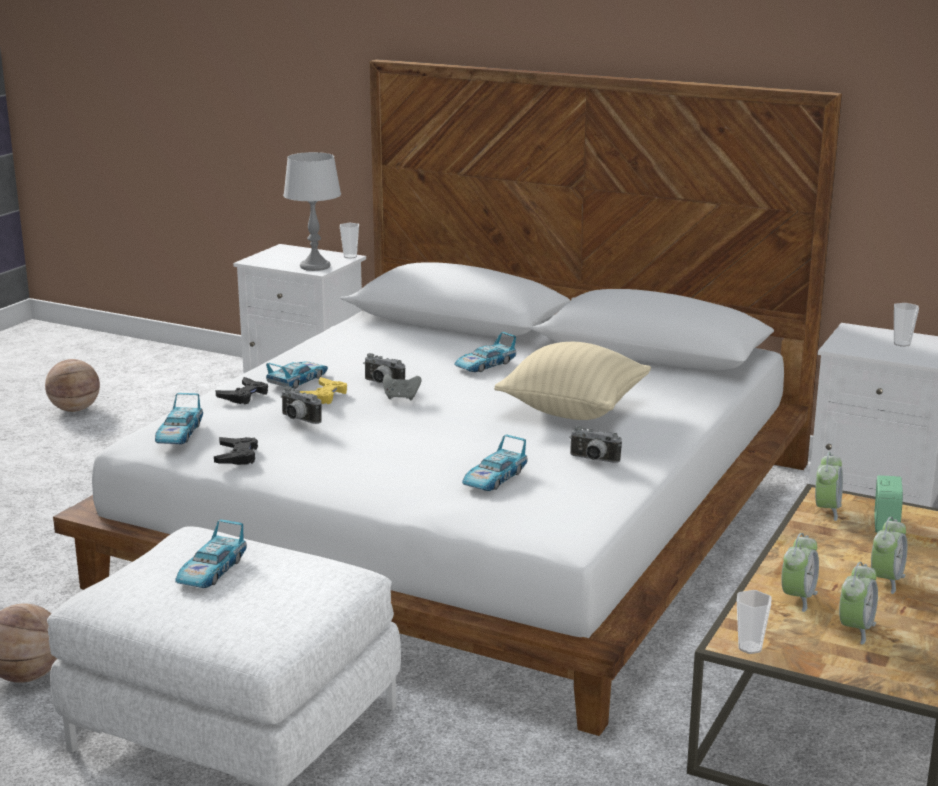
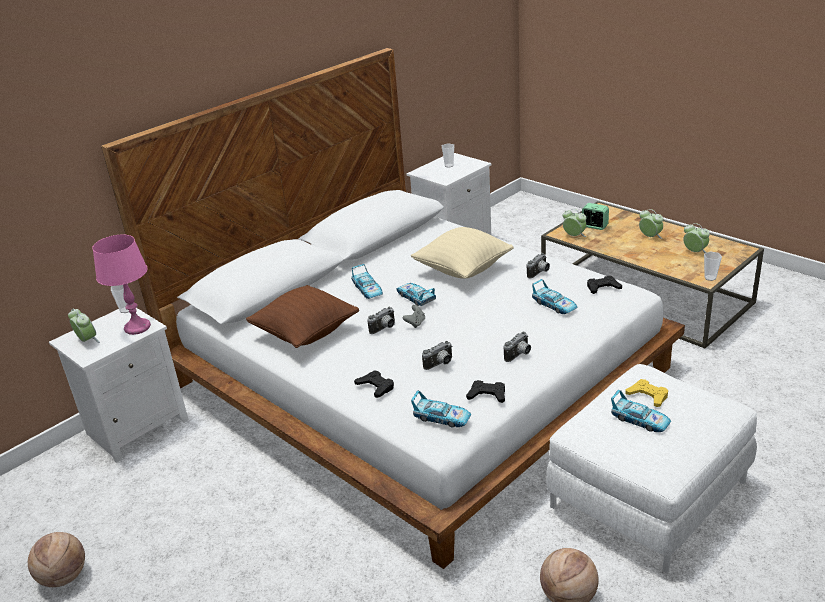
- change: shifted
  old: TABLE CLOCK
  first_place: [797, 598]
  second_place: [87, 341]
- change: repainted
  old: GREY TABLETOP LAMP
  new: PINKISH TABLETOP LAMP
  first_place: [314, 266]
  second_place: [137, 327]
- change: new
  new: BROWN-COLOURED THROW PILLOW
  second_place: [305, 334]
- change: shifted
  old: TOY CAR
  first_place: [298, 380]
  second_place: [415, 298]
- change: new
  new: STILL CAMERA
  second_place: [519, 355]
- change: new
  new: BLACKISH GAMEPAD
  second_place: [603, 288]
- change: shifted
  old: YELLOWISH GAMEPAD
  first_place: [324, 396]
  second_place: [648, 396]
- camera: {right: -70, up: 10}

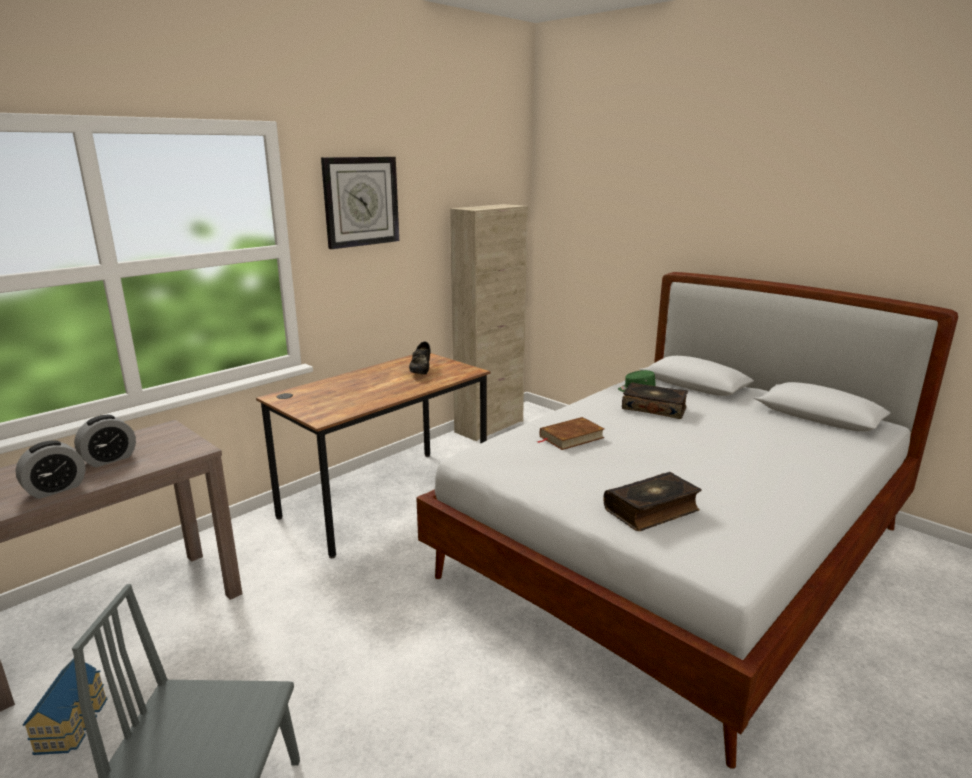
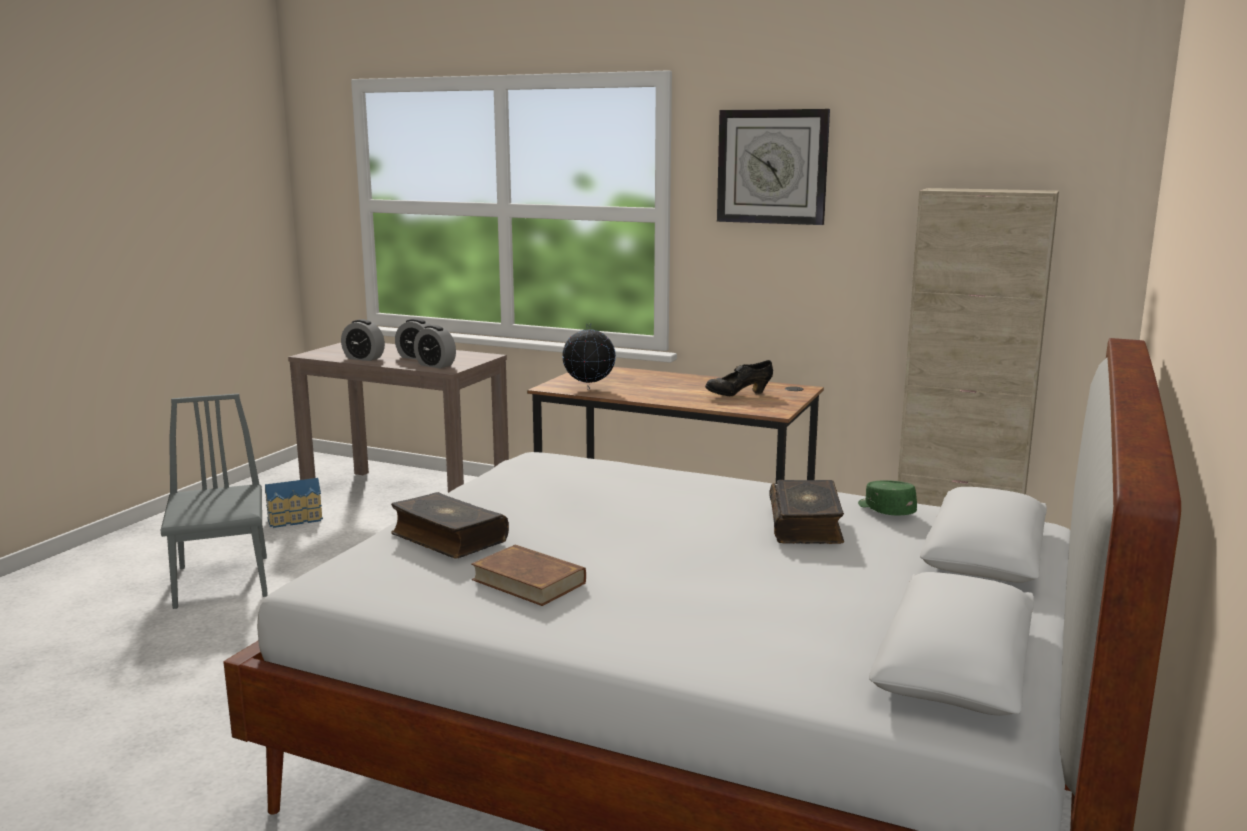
- change: new
  new: TABLE CLOCK
  second_place: [435, 365]
- change: shifted
  old: BROWN-COLOURED BOUND BOOK
  first_place: [571, 437]
  second_place: [528, 581]
- change: new
  new: DESK GLOBE
  second_place: [589, 389]
- camera: {right: 70, up: -5}

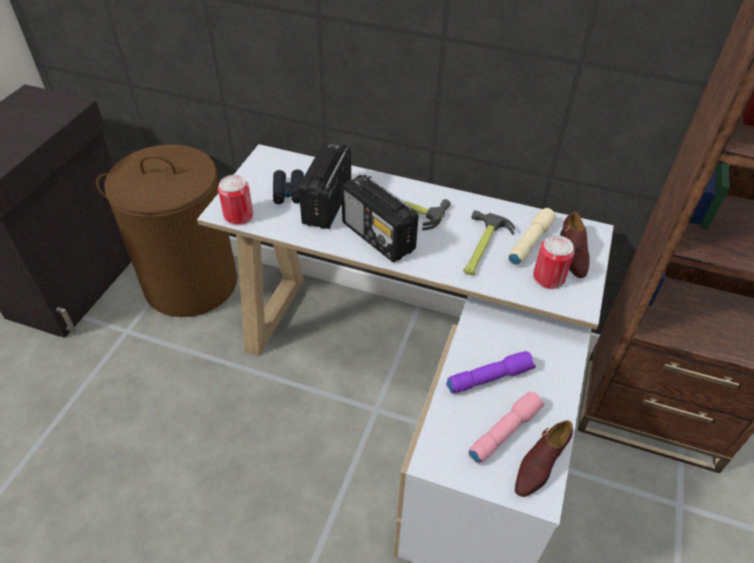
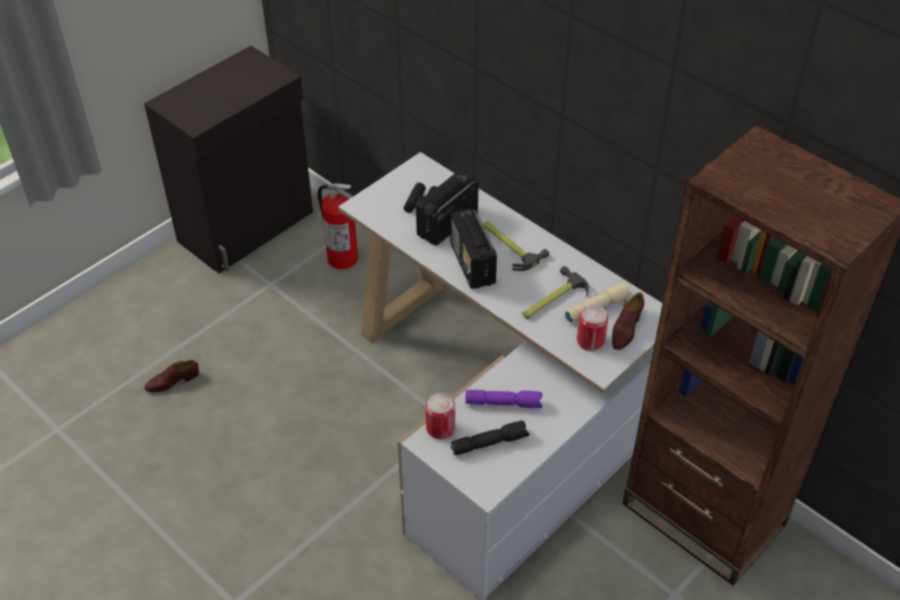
- change: shifted
  old: BROWN-COLOURED LOW SHOE
  first_place: [539, 464]
  second_place: [172, 381]
- change: swapped
  old: BROWN-COLOURED HAMPER
  new: FIRE-FIGHTING CYLINDER
  first_place: [191, 283]
  second_place: [342, 258]
- change: shifted
  old: CAN
  first_place: [238, 216]
  second_place: [440, 428]
- change: repainted
  old: PINKISH HAND TORCH
  new: BLACKISH HAND TORCH
  first_place: [504, 430]
  second_place: [489, 442]
- camera: {right: 25, up: 0}

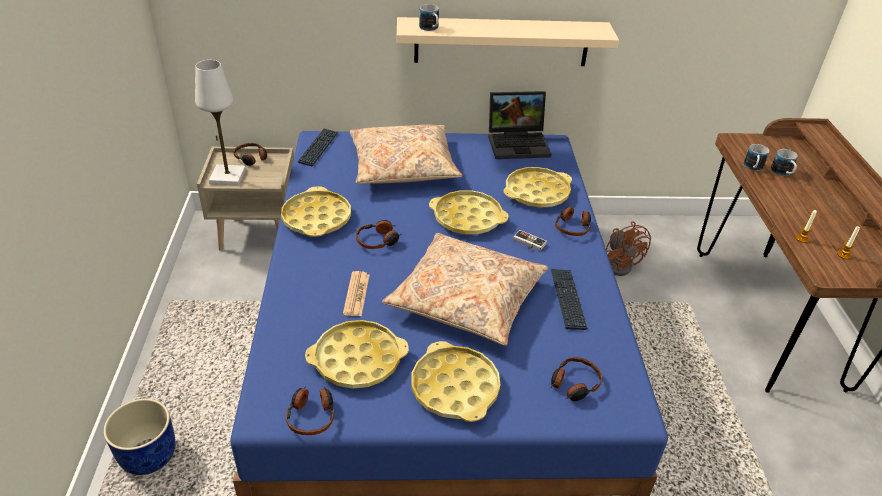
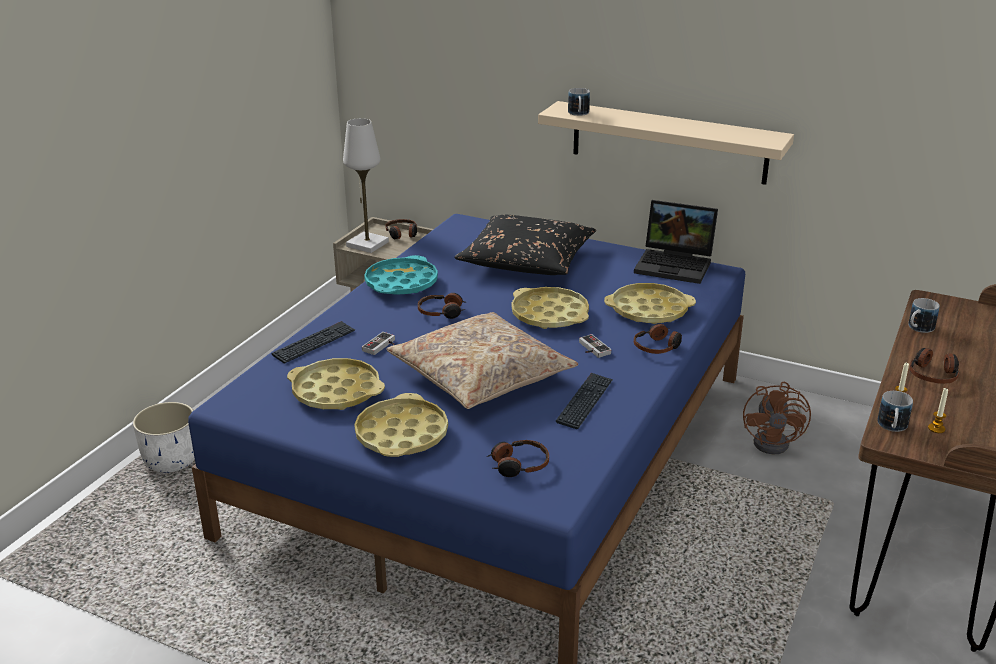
- change: repainted
  old: BLUISH FLOWER POT
  new: WHITISH FLOWER POT
  first_place: [149, 454]
  second_place: [172, 460]
- change: shifted
  old: KEYBOARD
  first_place: [319, 148]
  second_place: [314, 343]
- change: swapped
  old: NEWSPAPER
  new: GAMEPAD
  first_place: [356, 294]
  second_place: [381, 346]
- change: repainted
  old: YELLOWISH SERVING TRAY
  new: TURQUOISE SERVING TRAY
  first_place: [316, 218]
  second_place: [401, 283]
- change: repainted
  old: SAND-COLOURED THROW PILLOW
  new: BLACKISH THROW PILLOW
  first_place: [403, 166]
  second_place: [527, 260]
- change: shifted
  old: MUG
  first_place: [782, 173]
  second_place: [892, 427]
- change: shifted
  old: HEADSET
  first_place: [312, 415]
  second_place: [933, 374]
- camera: {right: 30, up: -10}

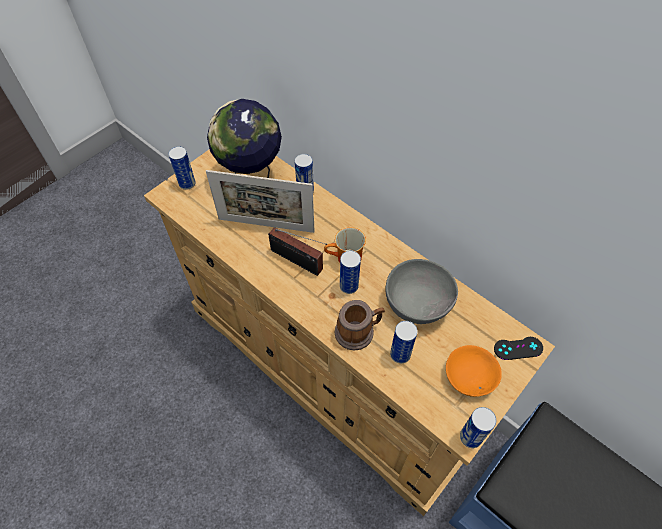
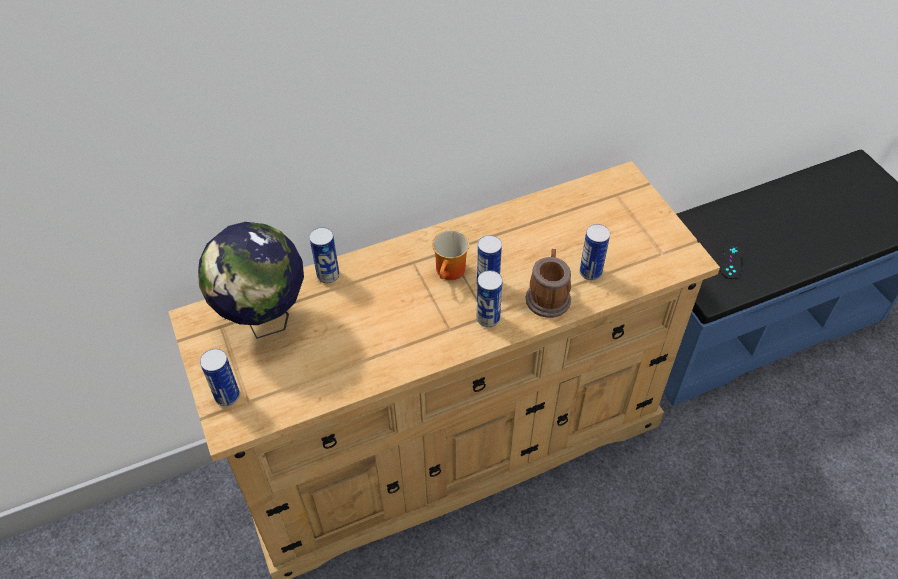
- change: shifted
  old: CAN
  first_place: [470, 437]
  second_place: [488, 318]
- change: shifted
  old: BLACKISH GAMEPAD
  first_place: [518, 348]
  second_place: [731, 261]
- change: gone
  old: PICTURE FRAME
  first_place: [266, 225]
- change: gone
  old: RADIO SET
  first_place: [299, 262]
- change: gone
  old: GREY BOWL
  first_place: [418, 305]
- change: gone
  old: ORANGE-COLOURED BOWL
  first_place: [470, 375]
- camera: {right: -65, up: -5}

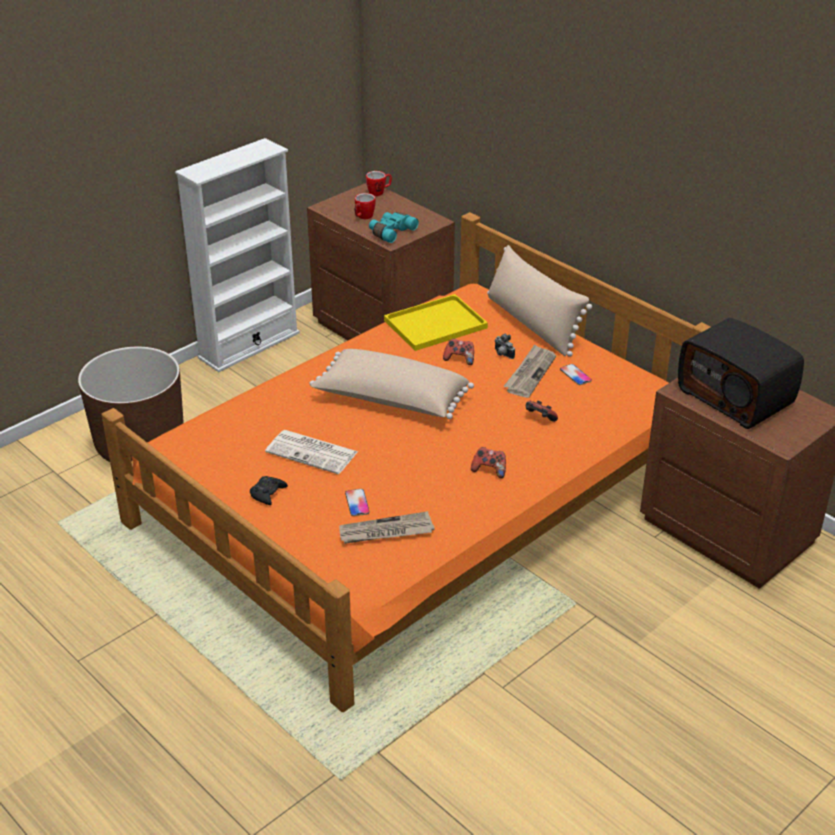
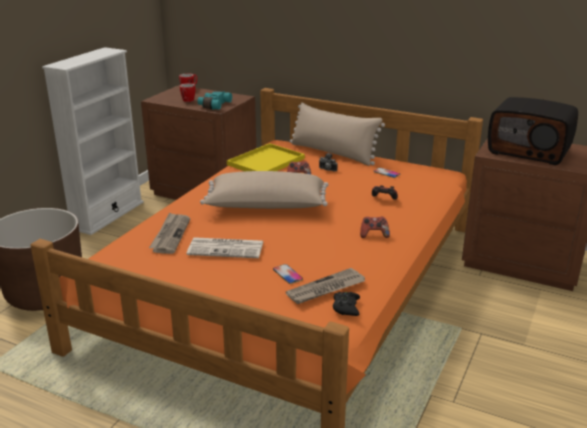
- change: shifted
  old: NEWSPAPER
  first_place: [530, 373]
  second_place: [170, 235]
- change: shifted
  old: BLACKISH GAMEPAD
  first_place: [267, 493]
  second_place: [346, 307]
- camera: {right: -20, up: -10}

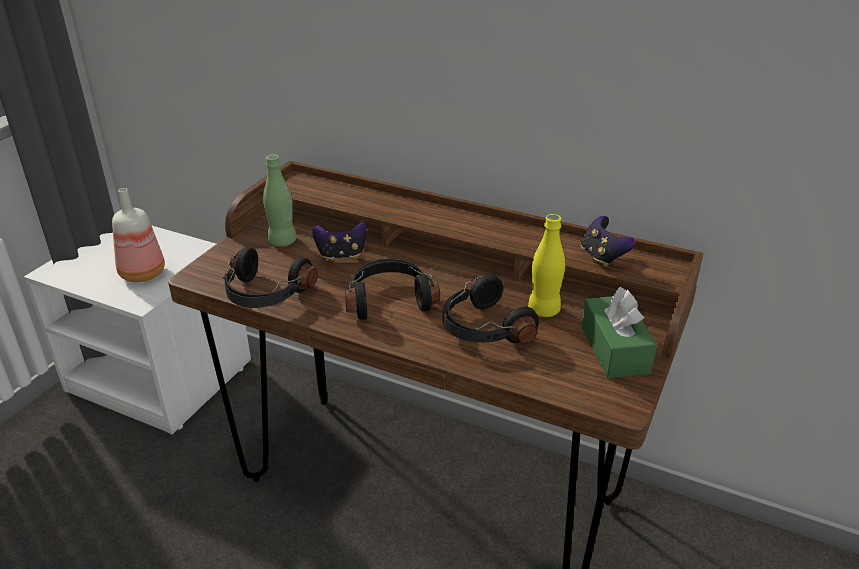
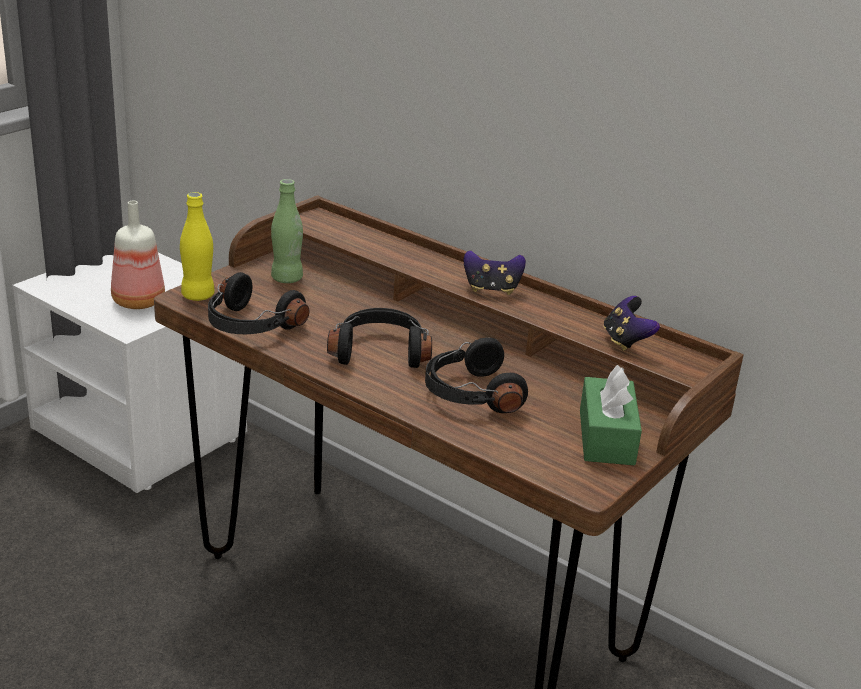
- change: shifted
  old: YELLOWISH BOTTLE
  first_place: [544, 310]
  second_place: [198, 295]
- change: shifted
  old: GAMEPAD
  first_place: [341, 255]
  second_place: [492, 289]
- camera: {right: 10, up: -5}

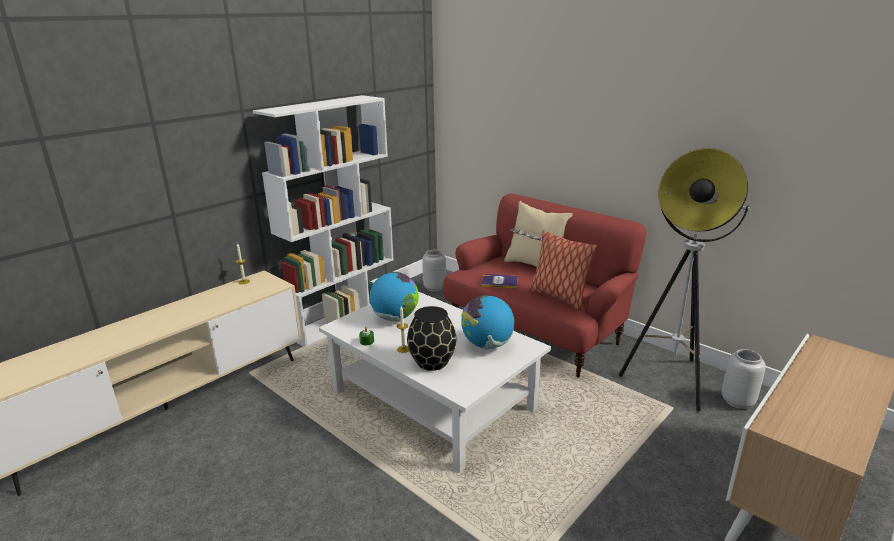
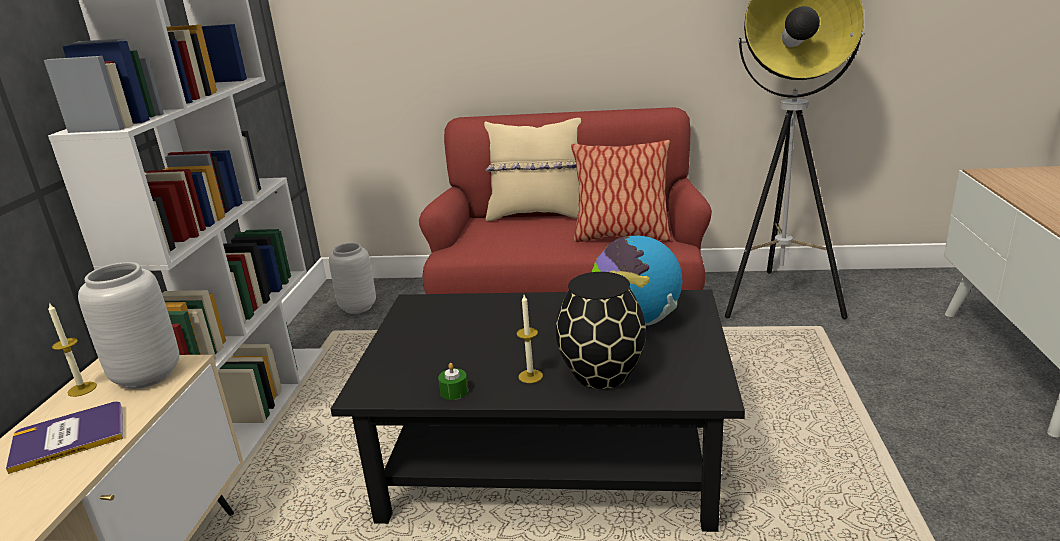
- change: shifted
  old: BOUND BOOK
  first_place: [500, 282]
  second_place: [69, 437]
- change: shifted
  old: GREY FLOWER VASE
  first_place: [738, 401]
  second_place: [148, 374]
- change: repainted
  old: WHITISH LOW TABLE
  new: BLACKISH LOW TABLE
  first_place: [433, 399]
  second_place: [550, 454]
- change: gone
  old: DESK GLOBE
  first_place: [395, 318]
- camera: {right: -35, up: 0}

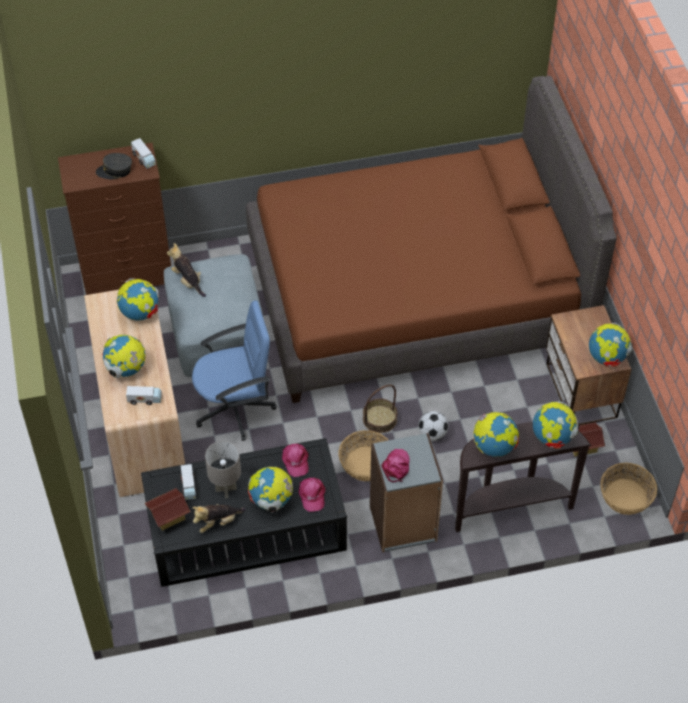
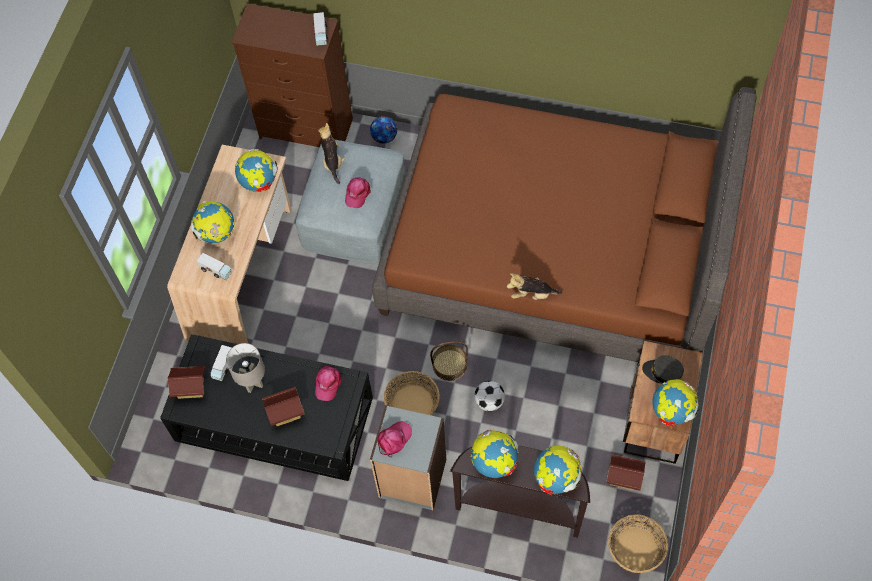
- change: swapped
  old: DESK GLOBE
  new: MODEL HOUSE
  first_place: [271, 500]
  second_place: [285, 413]
- change: shifted
  old: PINKISH BASEBALL CAP
  first_place: [312, 495]
  second_place: [357, 193]
- change: new
  new: FOOTBALL
  second_place: [384, 137]
- change: shifted
  old: PLUSH TOY
  first_place: [218, 522]
  second_place: [532, 294]
- change: shifted
  old: GREY BASEBALL CAP
  first_place: [115, 171]
  second_place: [662, 372]
- change: gone
  old: BLUISH DESK CHAIR
  first_place: [235, 407]
- camera: {right: 30, up: 10}

